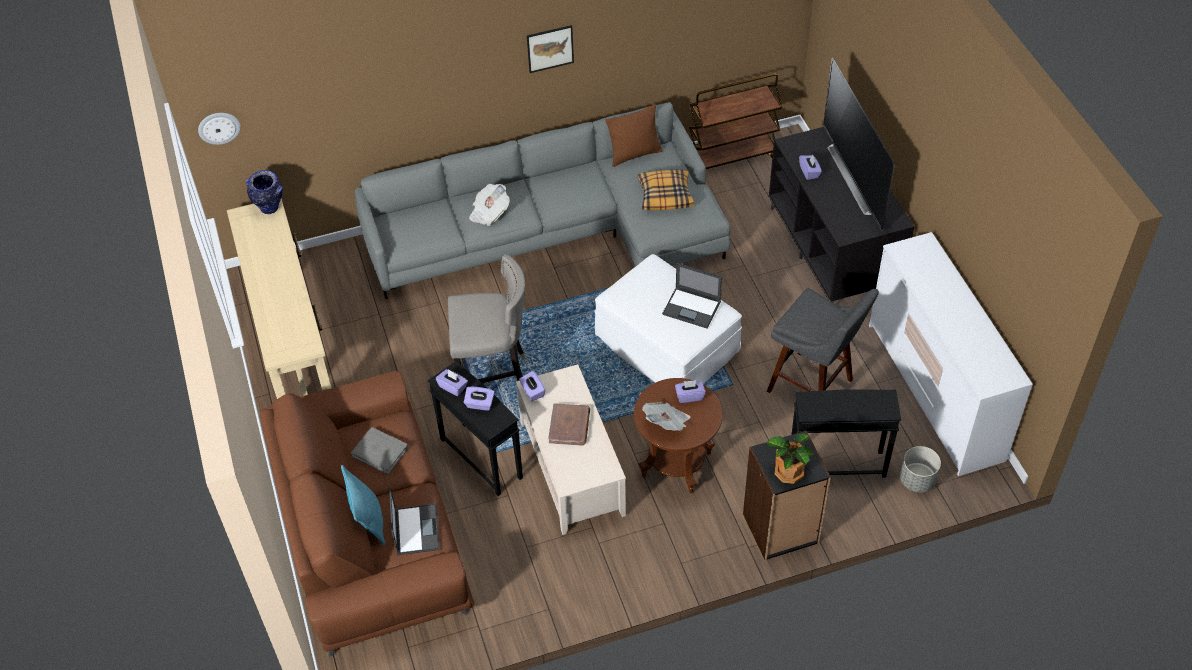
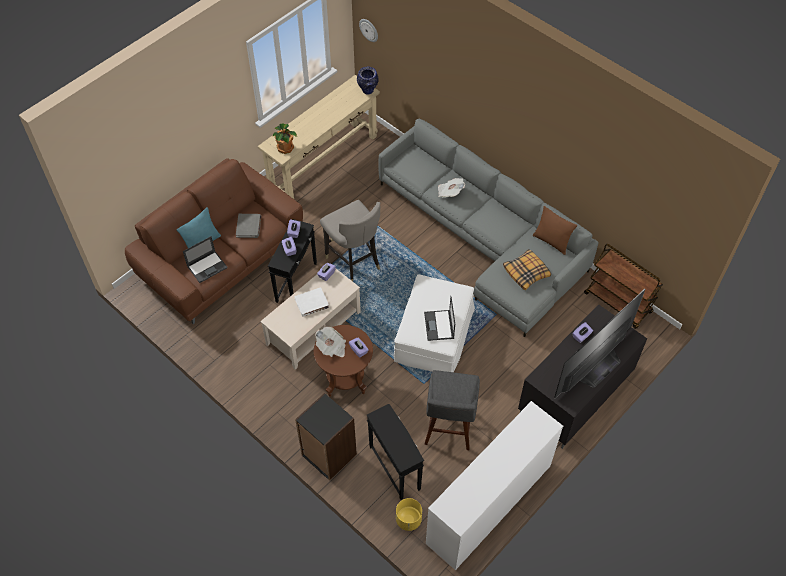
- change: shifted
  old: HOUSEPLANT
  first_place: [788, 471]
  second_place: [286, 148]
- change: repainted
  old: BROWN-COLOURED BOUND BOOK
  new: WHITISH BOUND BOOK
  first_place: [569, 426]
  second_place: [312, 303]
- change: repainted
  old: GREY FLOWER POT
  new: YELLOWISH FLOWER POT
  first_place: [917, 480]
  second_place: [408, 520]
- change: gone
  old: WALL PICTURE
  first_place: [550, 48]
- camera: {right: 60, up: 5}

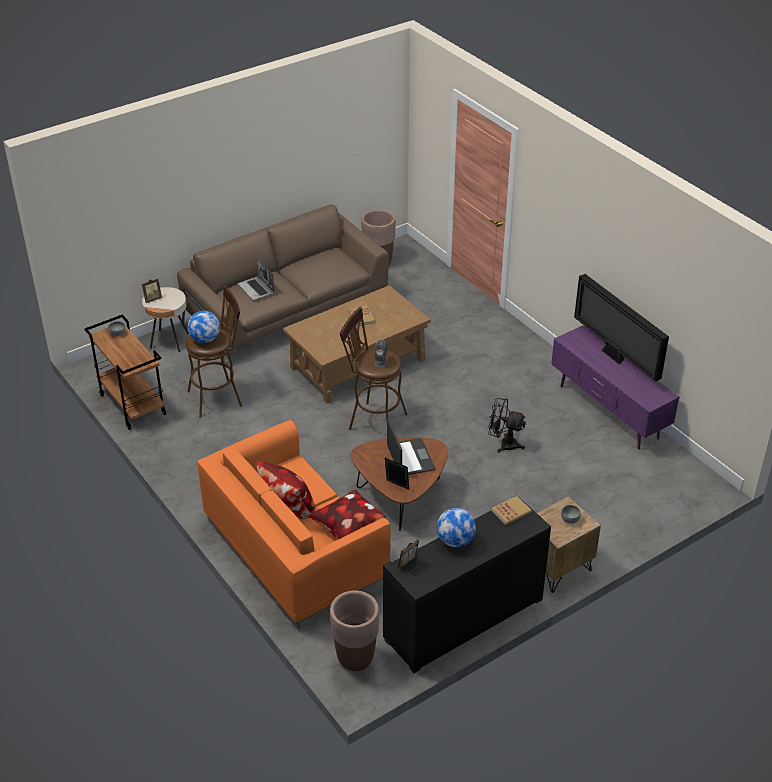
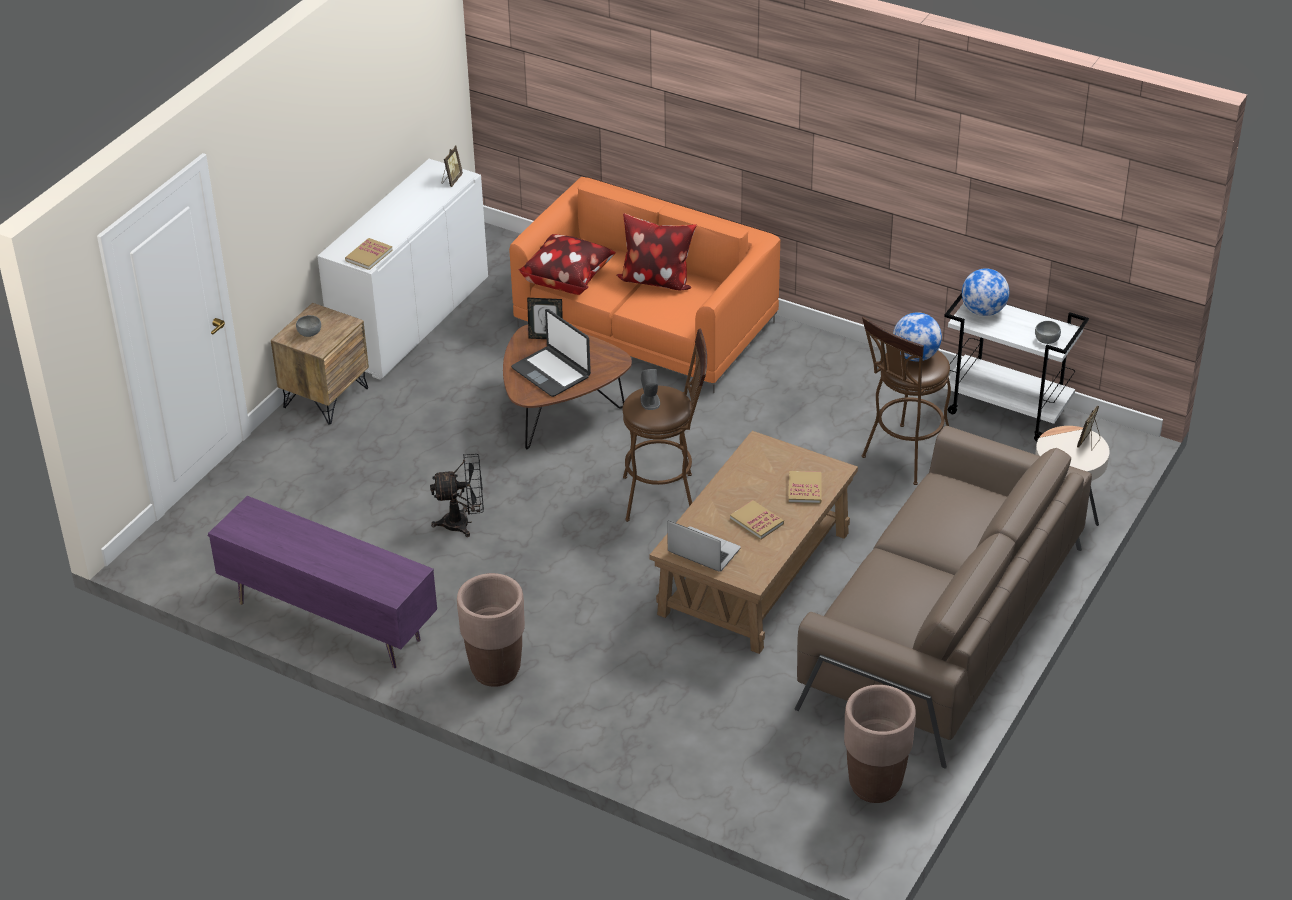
- change: repainted
  old: BLACKISH CUPBOARD
  new: WHITISH CUPBOARD
  first_place: [463, 619]
  second_place: [411, 319]
- change: shifted
  old: BROWN-COLOURED FLOWER POT
  first_place: [355, 658]
  second_place: [495, 671]
- change: shifted
  old: PORTABLE COMPUTER
  first_place: [257, 289]
  second_place: [702, 551]
- change: new
  new: BOUND BOOK
  second_place: [805, 489]
- change: repainted
  old: BROWN-COLOURED CART
  new: WHITISH CART
  first_place: [131, 404]
  second_place: [1007, 410]
- change: shifted
  old: DESK GLOBE
  first_place: [455, 541]
  second_place: [983, 311]
- change: gone
  old: TELEVISION
  first_place: [614, 357]
- camera: {right: 155, up: 0}

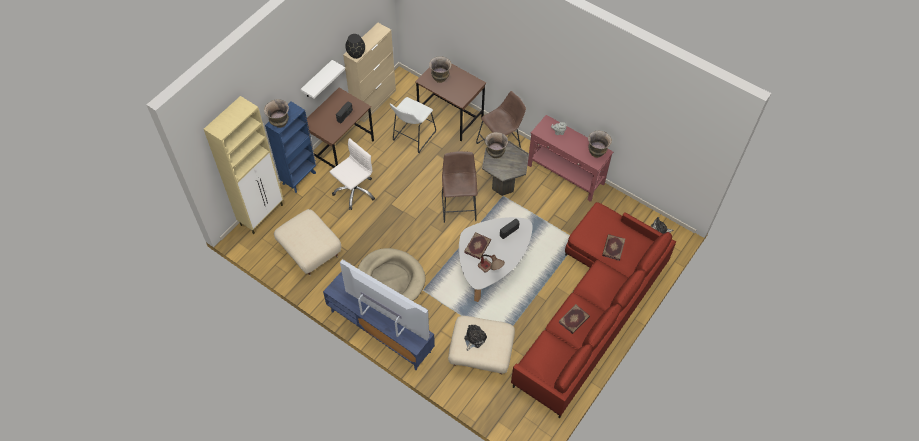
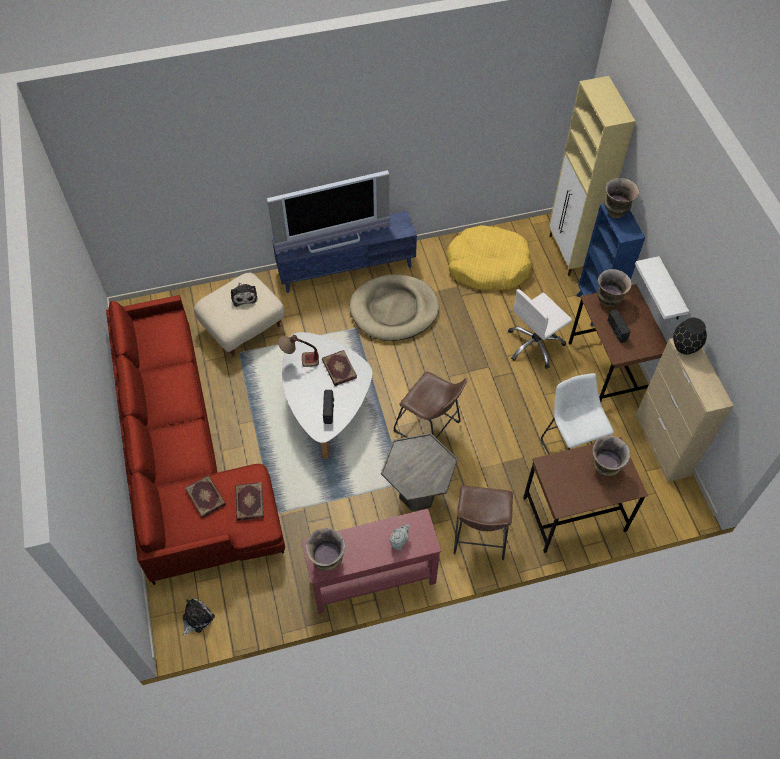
- change: shifted
  old: BOUND BOOK
  first_place: [574, 320]
  second_place: [249, 502]
- change: swapped
  old: SAND-COLOURED OTTOMAN
  new: YELLOWISH DOG BED
  first_place: [309, 252]
  second_place: [487, 266]
- change: rotated
  old: WHITISH DESK CHAIR
  first_place: [354, 191]
  second_place: [535, 345]
  degrees: 60
- change: shifted
  old: FLOWER VASE
  first_place: [495, 154]
  second_place: [608, 301]
- camera: {right: 130, up: 0}

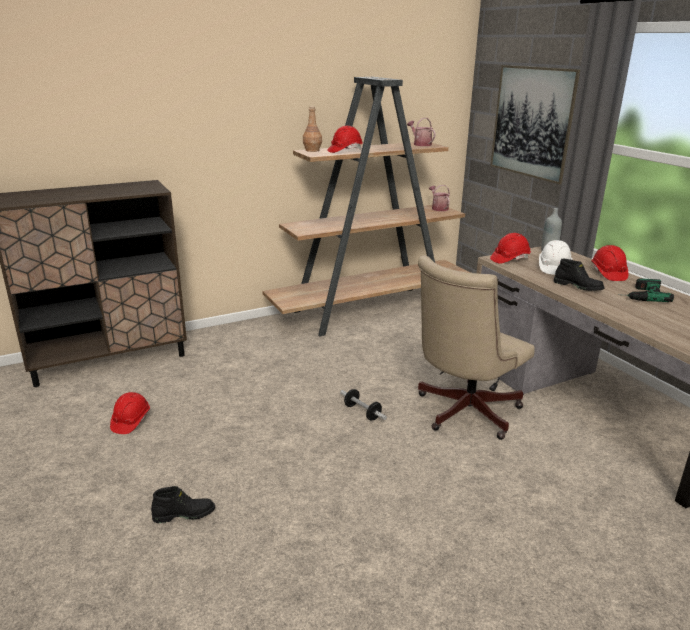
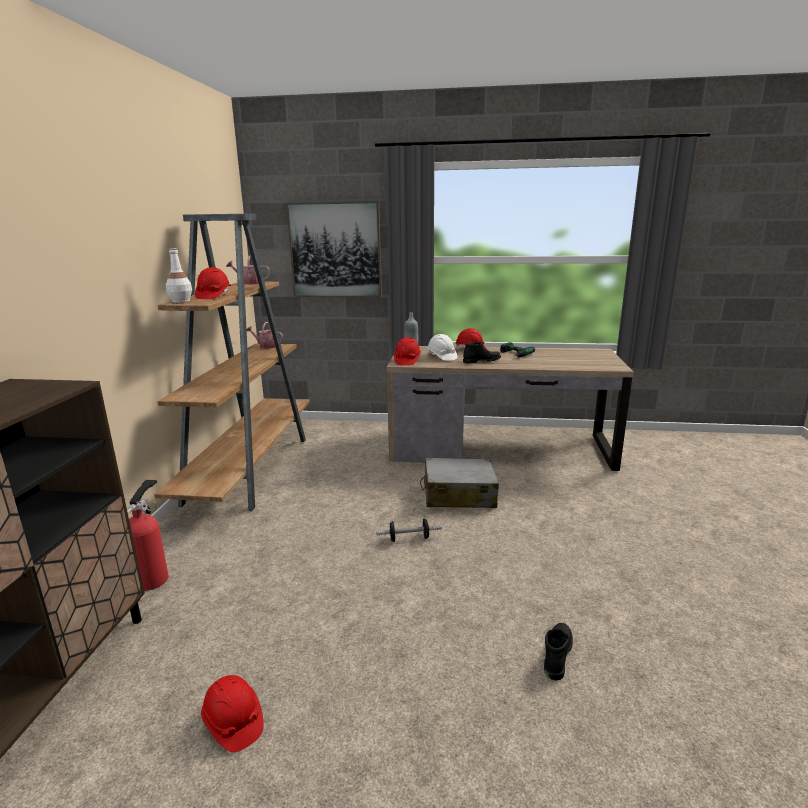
- change: new
  new: FIRE-FIGHTING CYLINDER
  second_place: [153, 577]
- change: repainted
  old: BROWN-COLOURED BOTTLE
  new: WHITISH BOTTLE
  first_place: [312, 150]
  second_place: [181, 301]
- change: swapped
  old: SAND-COLOURED DESK CHAIR
  new: GREY TRAVEL CASE
  first_place: [463, 413]
  second_place: [458, 495]
- change: shifted
  old: BLACKISH HIGH-TOP BOOT
  first_place: [184, 514]
  second_place: [556, 654]
- camera: {right: -55, up: -5}

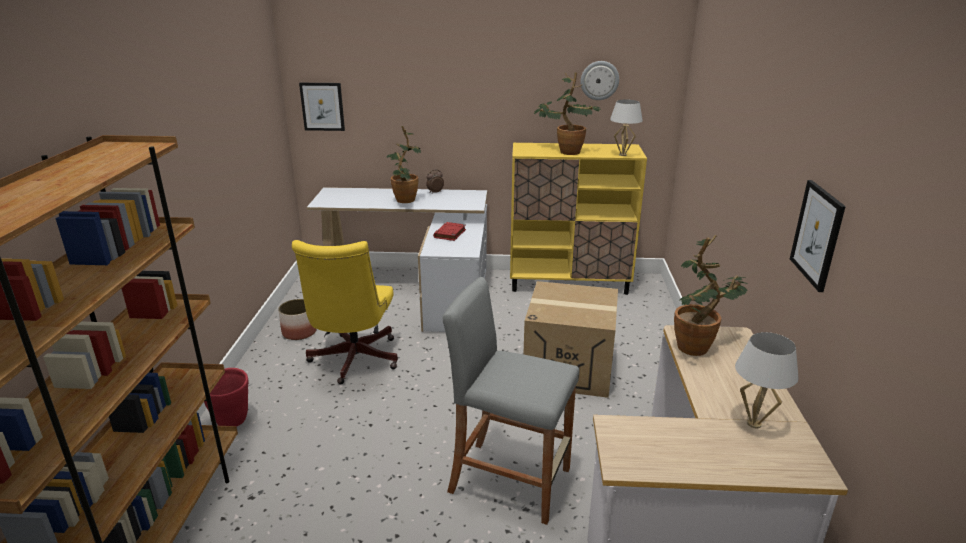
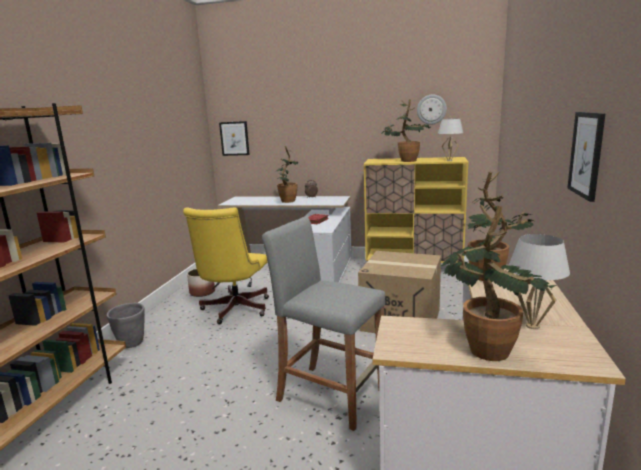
- change: repainted
  old: RED FLOWER POT
  new: GREY FLOWER POT
  first_place: [231, 421]
  second_place: [131, 344]
- change: new
  new: HOUSEPLANT
  second_place: [485, 346]
- camera: {right: 10, up: -10}

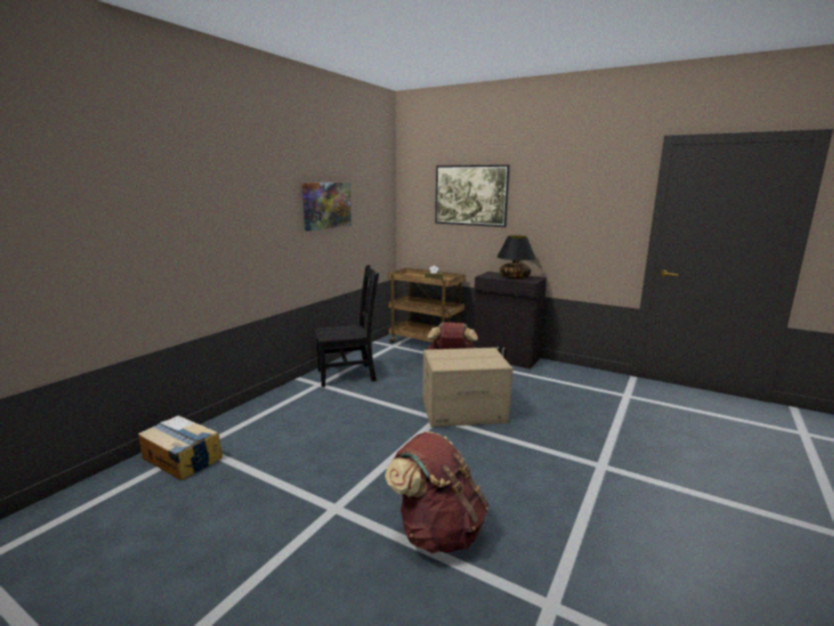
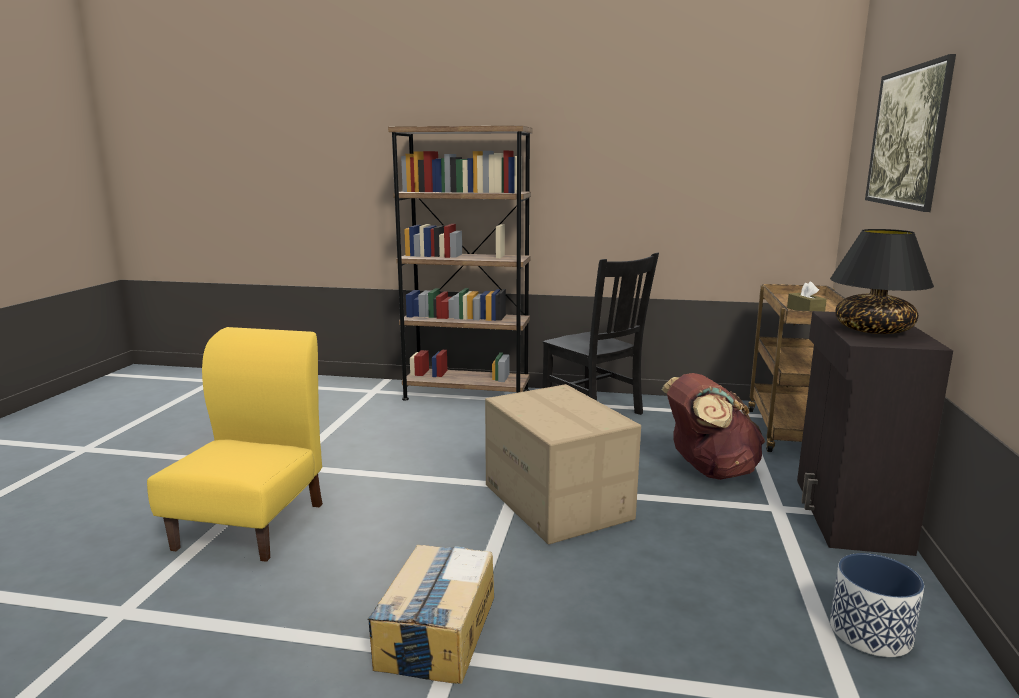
- change: swapped
  old: BROWN-COLOURED RUCKSACK
  new: YELLOWISH PLAIN CHAIR
  first_place: [437, 531]
  second_place: [252, 525]
- change: shifted
  old: CARDBOARD BOX
  first_place: [182, 458]
  second_place: [436, 631]
- change: new
  new: BROWN-COLOURED SHELVING UNIT
  second_place: [466, 395]
- change: new
  new: FLOWER POT
  second_place: [870, 632]
- change: gone
  old: WALL PICTURE
  first_place: [327, 205]
- camera: {right: 70, up: 0}

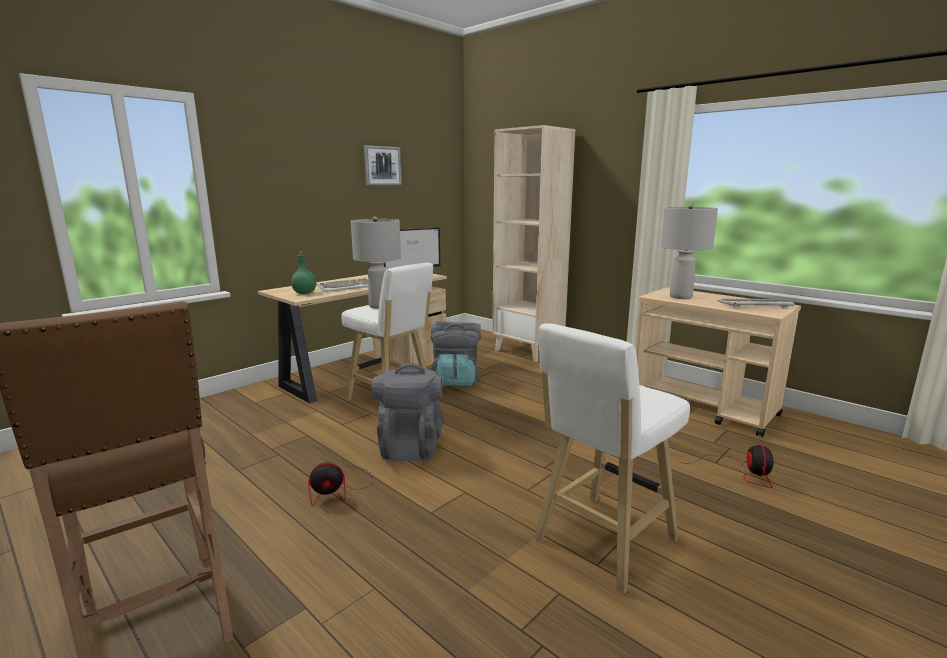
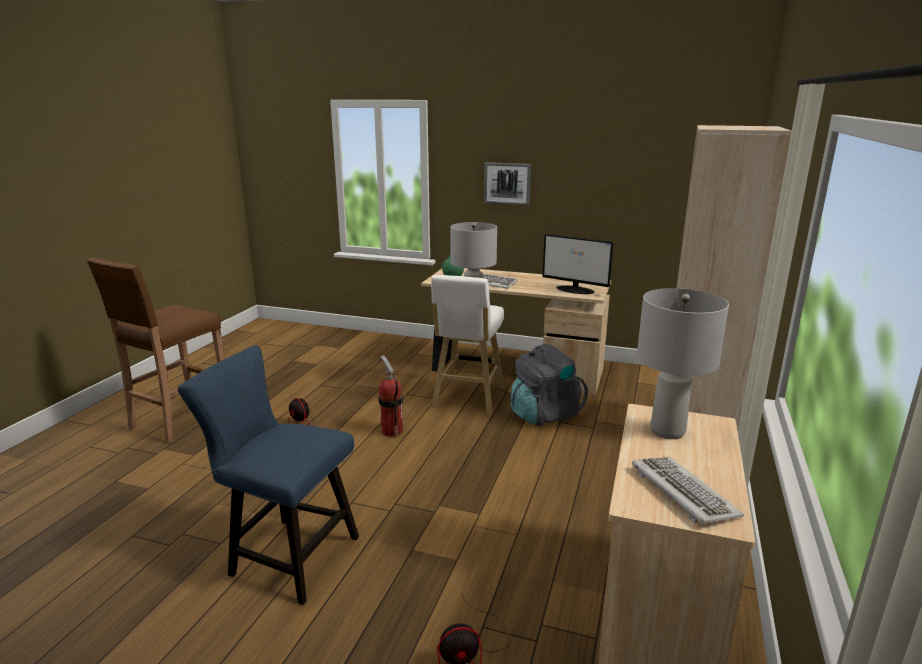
- change: swapped
  old: WHITISH STOOL
  new: BLUISH PLAIN CHAIR
  first_place: [601, 543]
  second_place: [286, 555]
- change: swapped
  old: GREY RUCKSACK
  new: FIRE-FIGHTING CYLINDER
  first_place: [410, 445]
  second_place: [392, 431]
- change: shifted
  old: WALL PICTURE
  first_place: [382, 166]
  second_place: [507, 183]
- camera: {right: 65, up: 5}

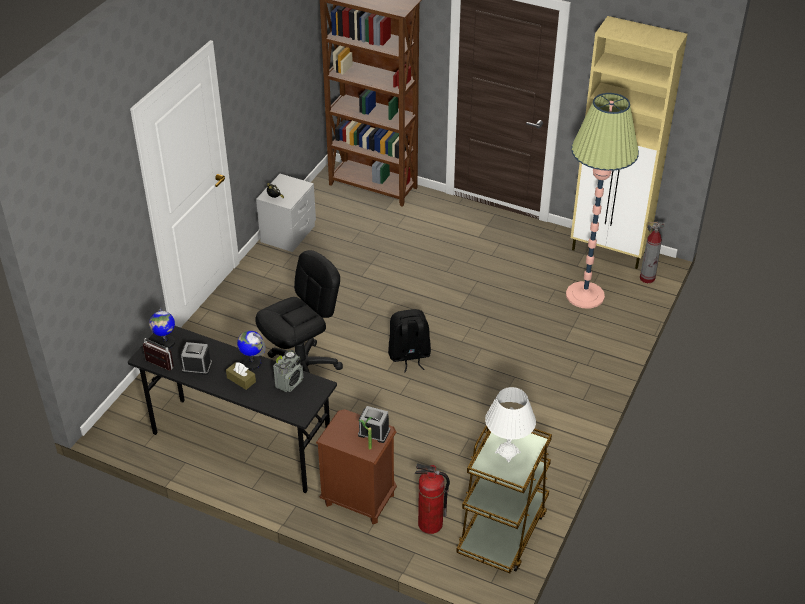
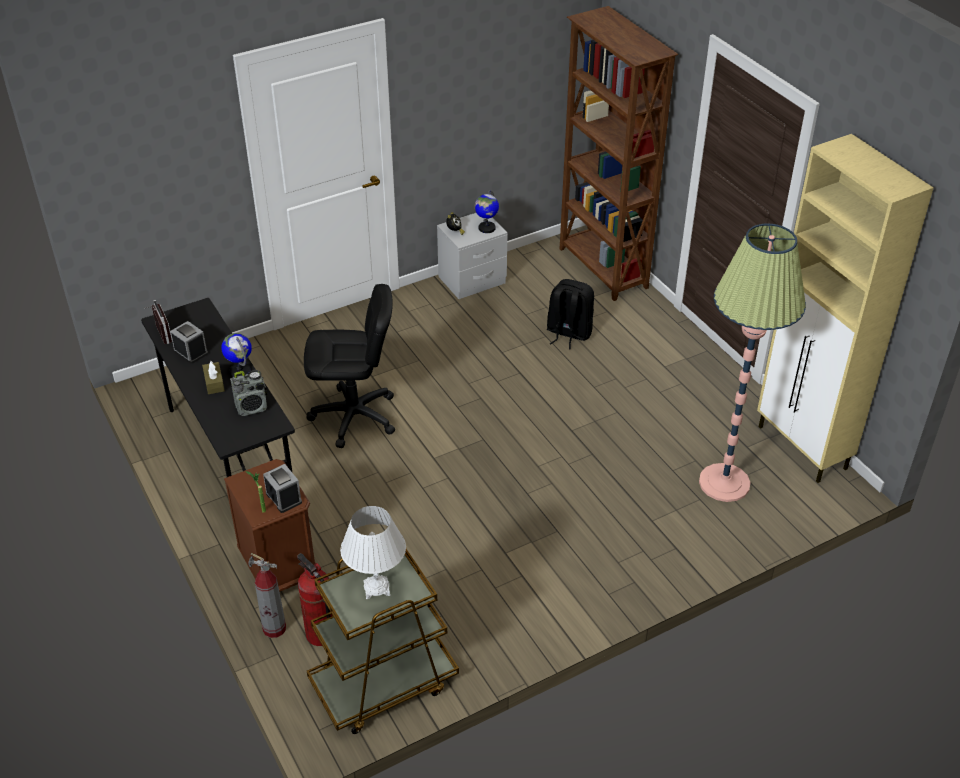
- change: shifted
  old: FIRE-FIGHTING CYLINDER
  first_place: [647, 278]
  second_place: [274, 628]
- change: shifted
  old: DESK GLOBE
  first_place: [165, 343]
  second_place: [486, 228]
- change: shifted
  old: BLACKISH RUCKSACK
  first_place: [409, 356]
  second_place: [568, 333]
- camera: {right: 35, up: 0}

